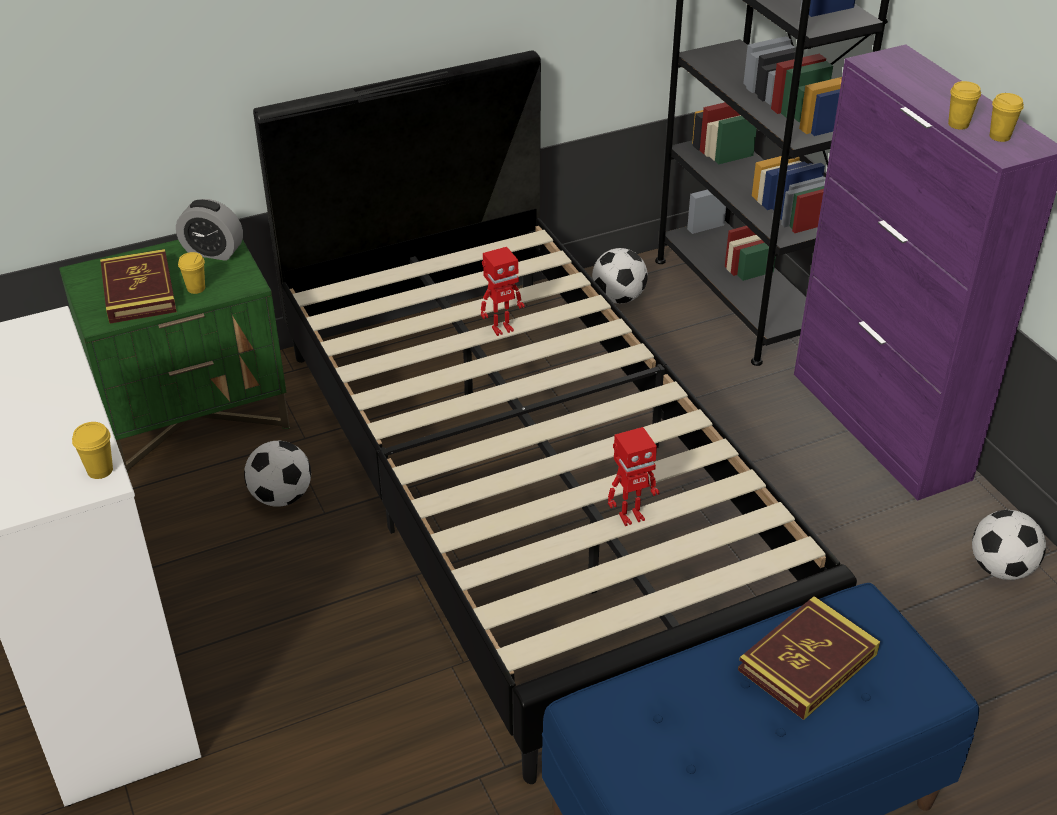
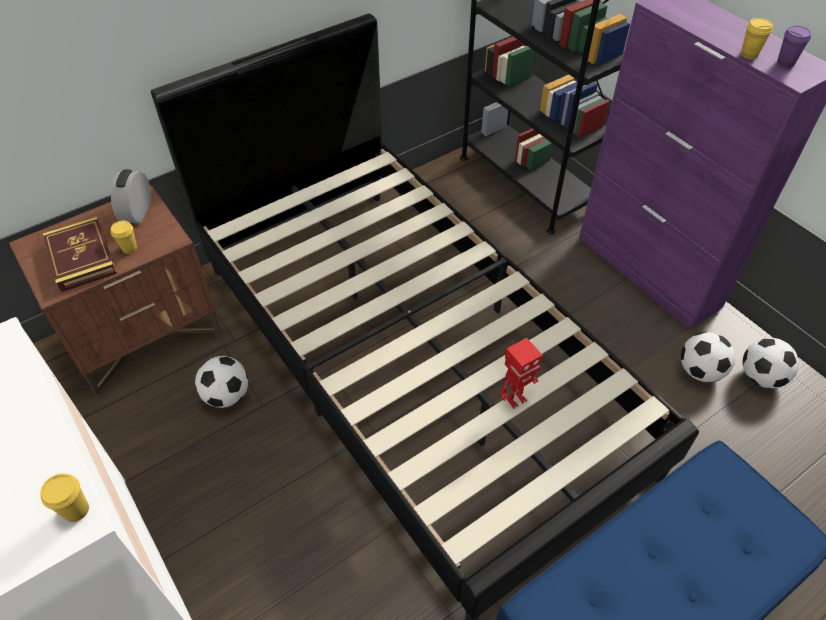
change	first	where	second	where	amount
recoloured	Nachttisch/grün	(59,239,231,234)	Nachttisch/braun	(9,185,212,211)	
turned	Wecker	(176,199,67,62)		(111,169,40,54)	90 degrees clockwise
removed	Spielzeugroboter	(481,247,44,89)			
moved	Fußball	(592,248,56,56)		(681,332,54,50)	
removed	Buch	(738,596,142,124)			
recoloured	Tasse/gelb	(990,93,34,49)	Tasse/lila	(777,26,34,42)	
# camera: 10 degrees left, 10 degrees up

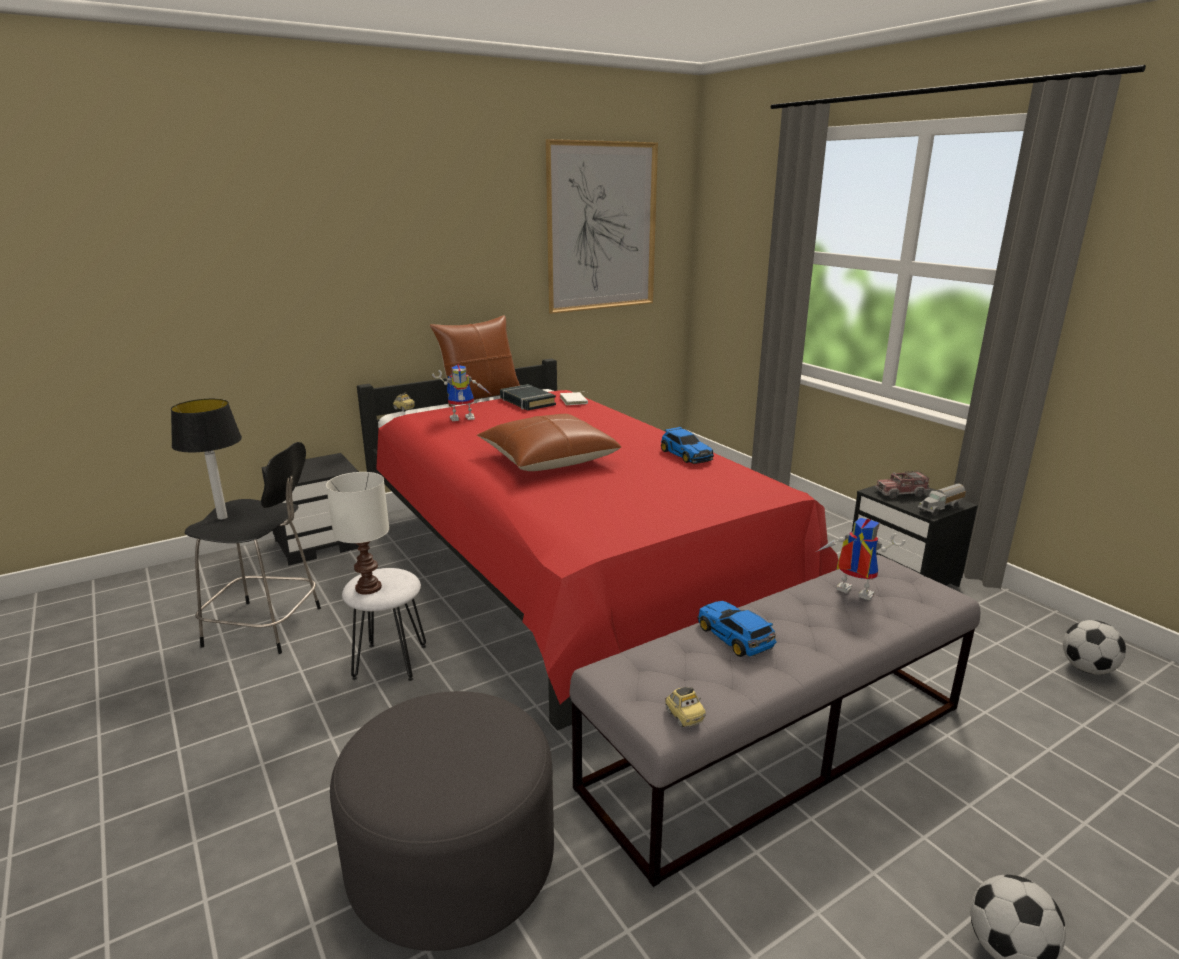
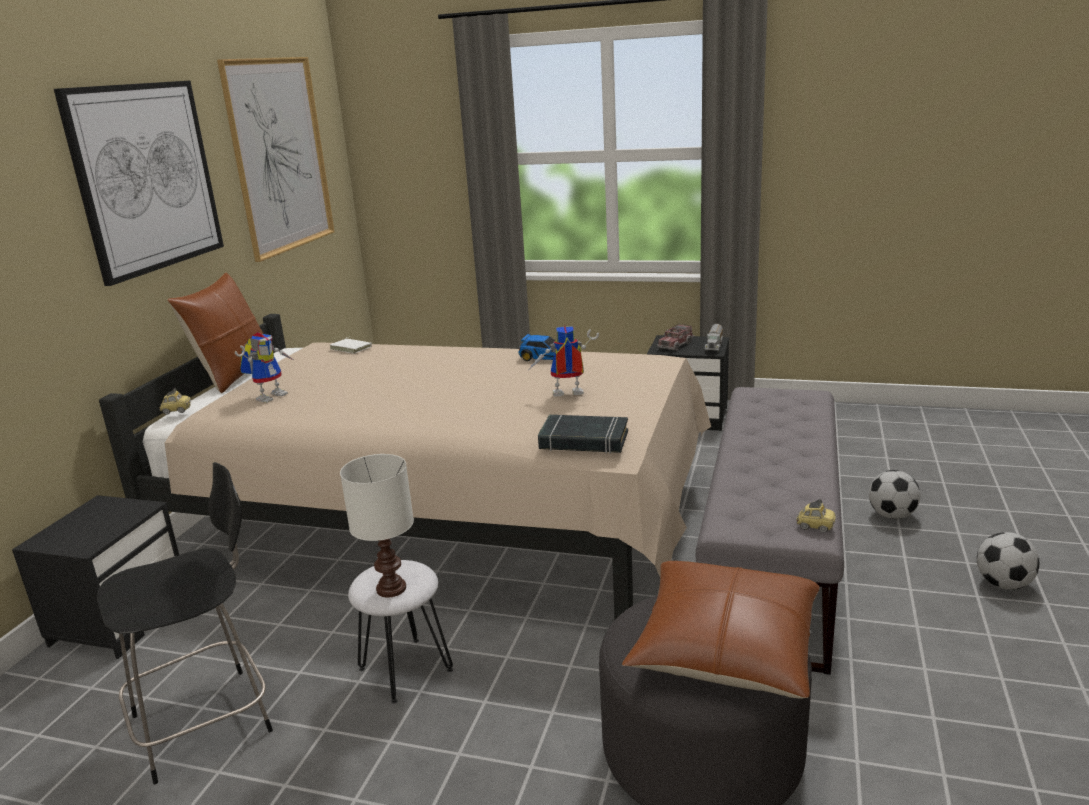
change	first	where	second	where	amount
removed	Tischlampe	(171,399,71,121)			
recoloured	Bett/rot	(357,358,481,373)	Bett/beige	(99,314,612,306)	
moved	Kissen/braun	(477,414,144,57)		(622,561,198,138)	
moved	Buch/schwarz	(500,384,56,27)		(538,415,90,39)	
removed	Spielzeugauto	(697,601,79,56)			
moved	Spielzeugroboter	(816,518,90,82)		(529,326,70,71)	
moved	Fußball	(1063,620,63,55)		(869,470,51,49)	
added			Bild	(54,81,170,205)	
# camera: 40 degrees left, 0 degrees up

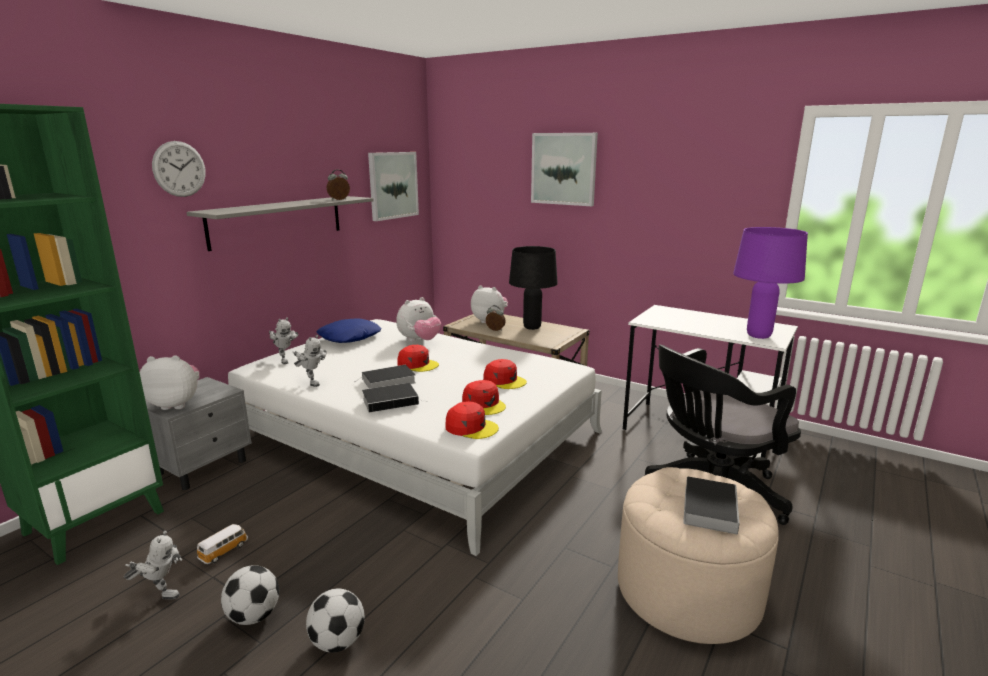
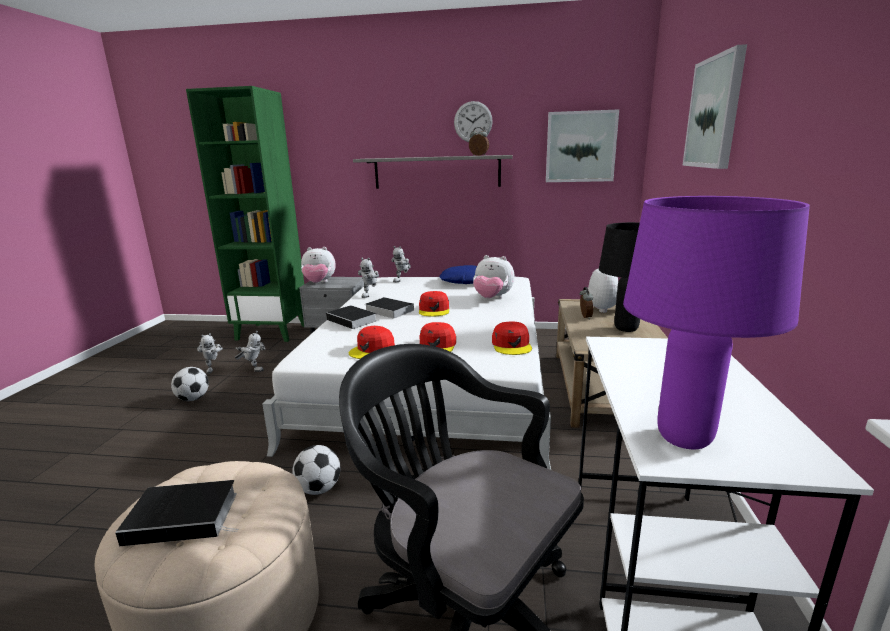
change	first	where	second	where	amount
turned	Plüschtier	(140,355,60,55)		(301,247,35,36)	120 degrees clockwise
moved	Wanduhr	(152,141,54,56)		(454,101,39,41)	
replaced	Spielzeugauto	(197,524,51,40)	Spielzeugroboter	(235,331,30,41)	
moved	Fußball	(306,589,59,64)		(292,445,48,50)	
moved	Kappe/rot	(445,401,54,38)		(492,322,40,33)	
# camera: 65 degrees right, 0 degrees up

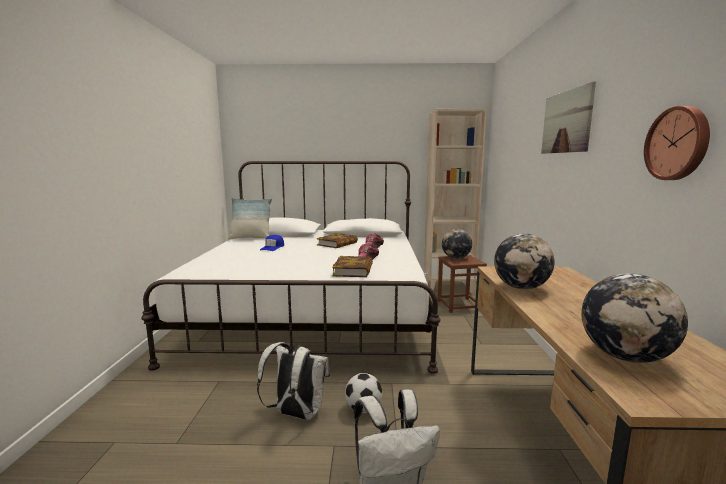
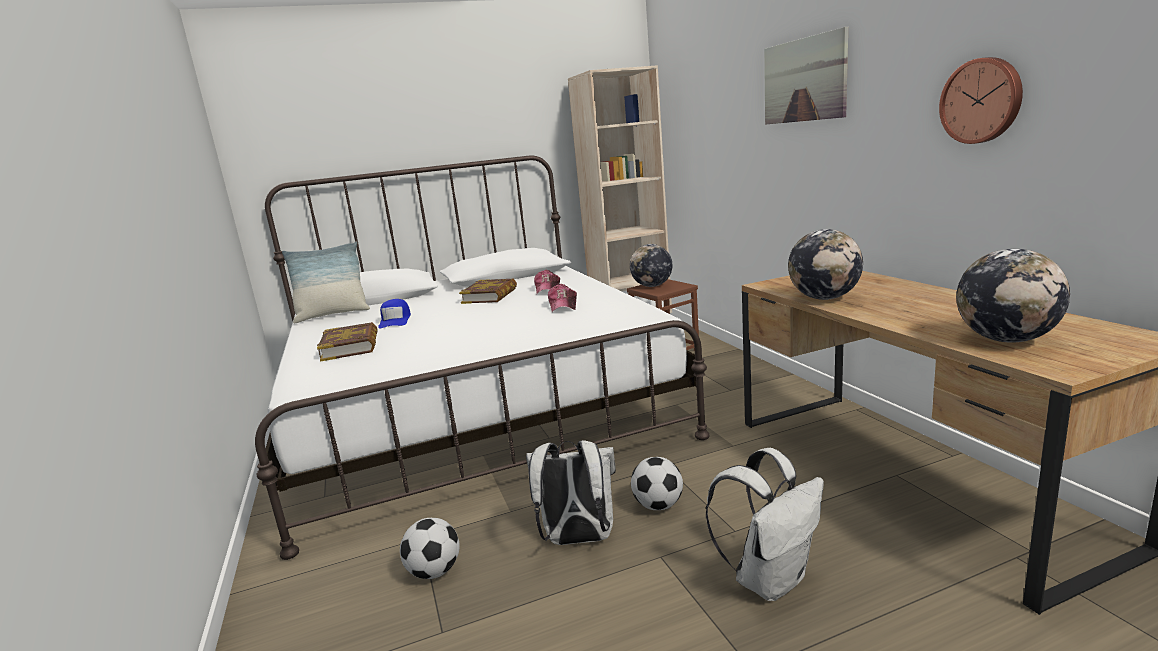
change	first	where	second	where	amount
moved	Buch	(332,256,41,21)		(317,322,61,40)	
added			Fußball	(400,518,60,61)	
# camera: 20 degrees left, 5 degrees up

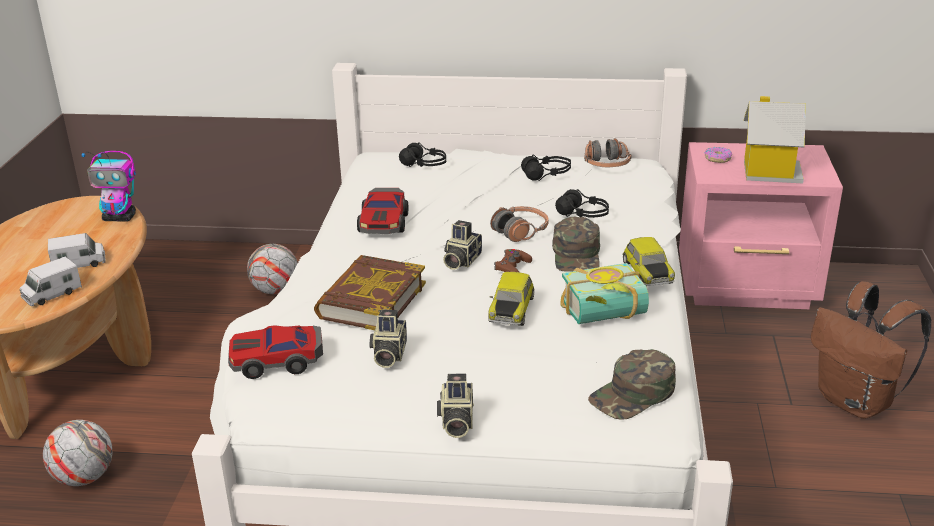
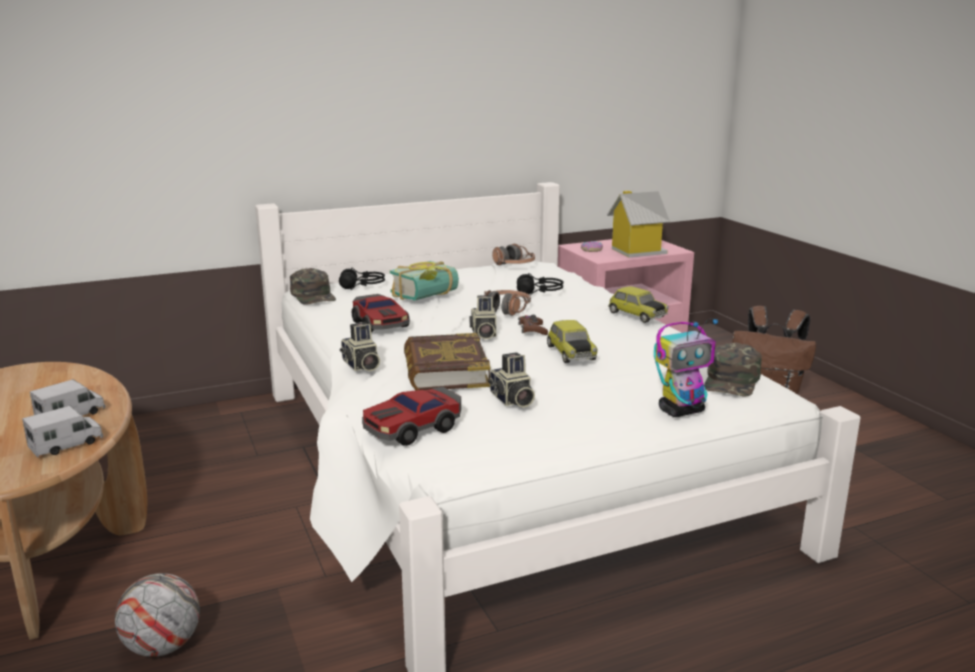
change	first	where	second	where	amount
turned	Spielzeuglaster	(20,257,62,49)		(22,406,81,52)	150 degrees counterclockwise
moved	Spielzeugroboter	(82,151,54,71)		(654,318,64,99)	
removed	Fußball	(247,244,51,50)			
moved	Kamera	(437,374,37,64)		(340,322,40,49)	
removed	Kopfhörer/schwarz	(521,155,50,26)			
moved	Kappe/grün	(552,217,48,54)		(290,268,46,37)	
moved	Buch	(561,263,88,61)		(390,261,69,40)	
# camera: 30 degrees left, 10 degrees down

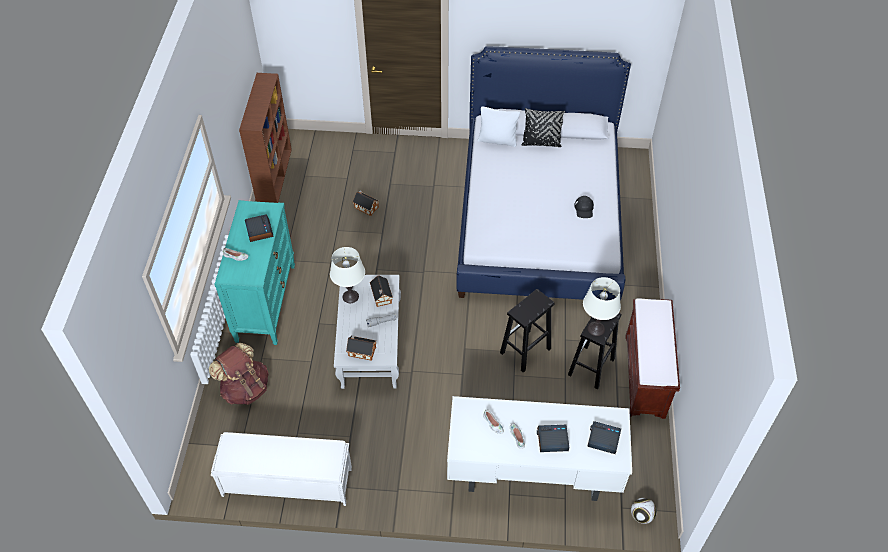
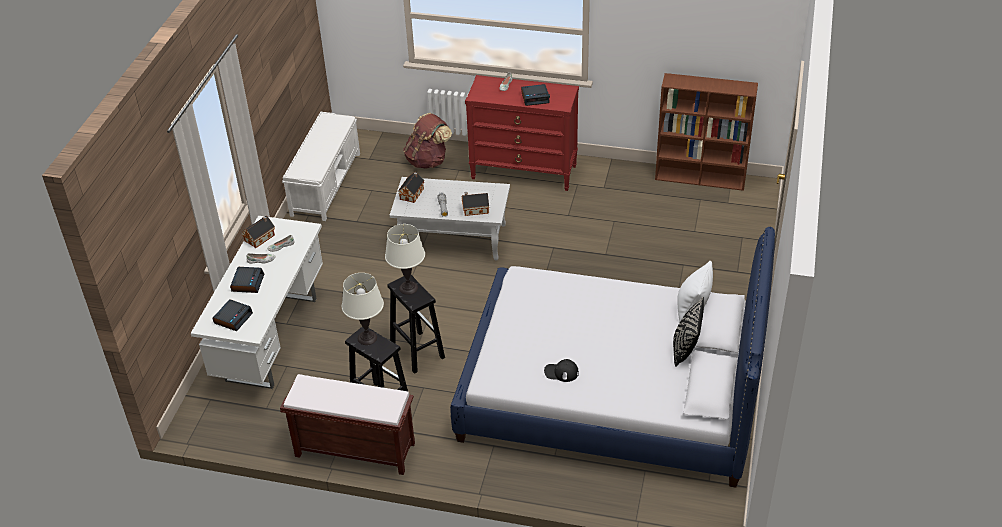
change	first	where	second	where	amount
recoloured	Kommode/türkis	(214,200,81,145)	Kommode/rot	(465,75,114,116)	
moved	Tischlampe/weiß	(330,247,35,56)		(385,224,40,71)	
moved	Spielzeughaus	(353,191,26,25)		(242,215,33,33)	
removed	Fußball	(631,498,26,26)			
# camera: 100 degrees right, 10 degrees down

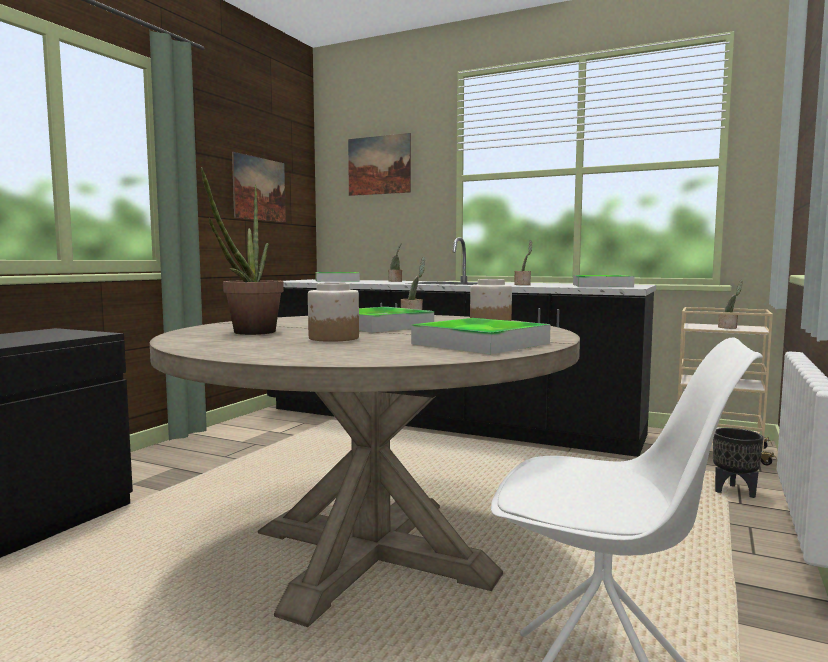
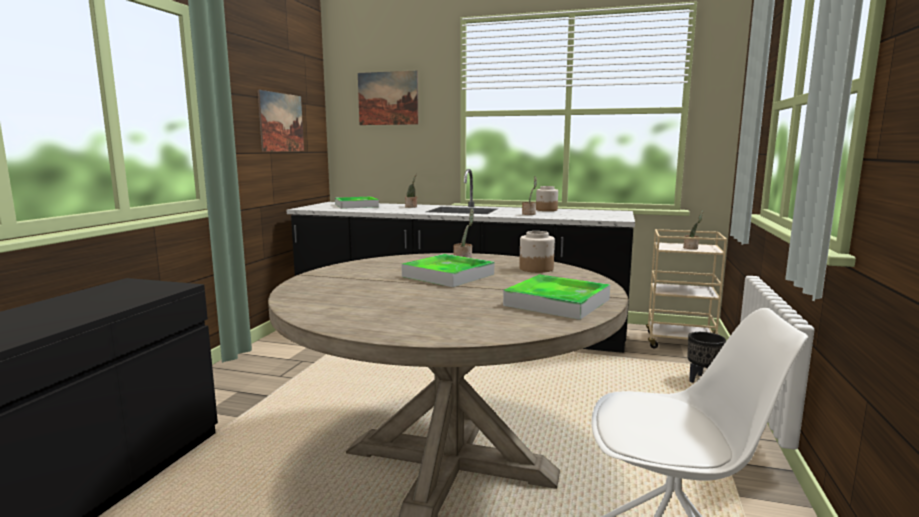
change	first	where	second	where	amount
removed	Topfpflanze	(201,167,83,168)			
moved	Vorratsglas	(308,283,51,59)		(536,186,22,25)	
removed	Tablett	(573,275,61,12)			
# camera: 10 degrees left, 5 degrees up

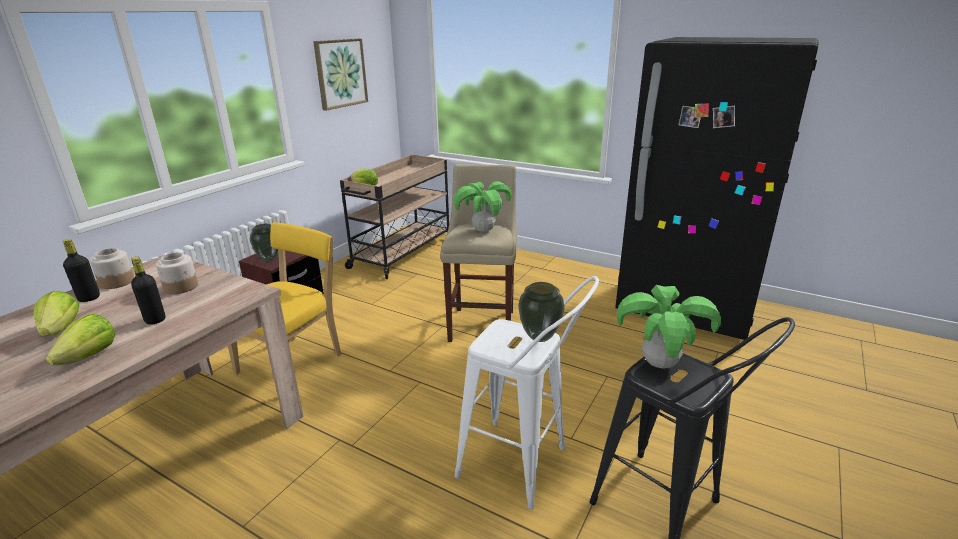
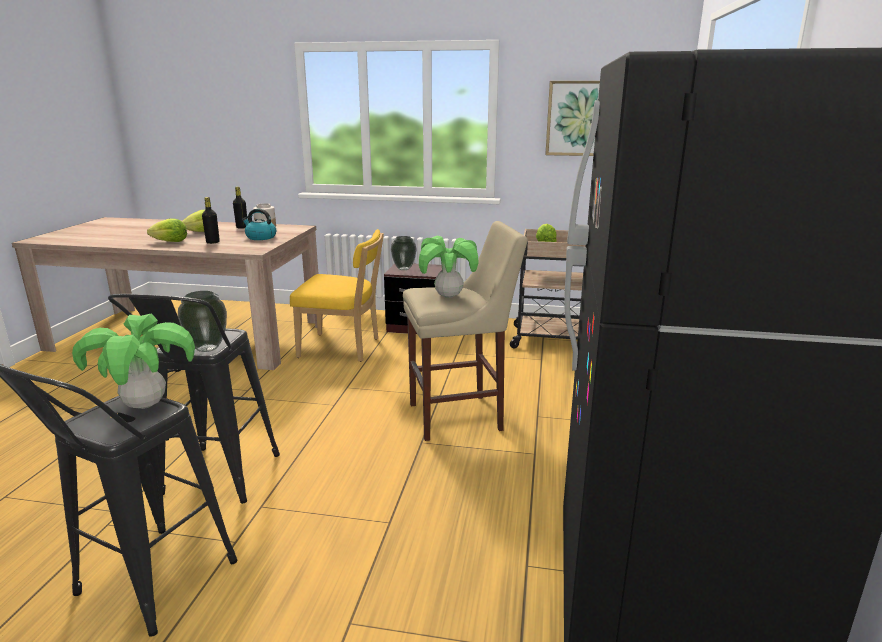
change	first	where	second	where	amount
replaced	Vorratsglas	(156,252,42,42)	Wasserkessel	(242,209,34,31)	
recoloured	Hocker/weiß	(454,276,145,233)	Hocker/schwarz	(108,294,172,210)	
# camera: 70 degrees right, 5 degrees down

